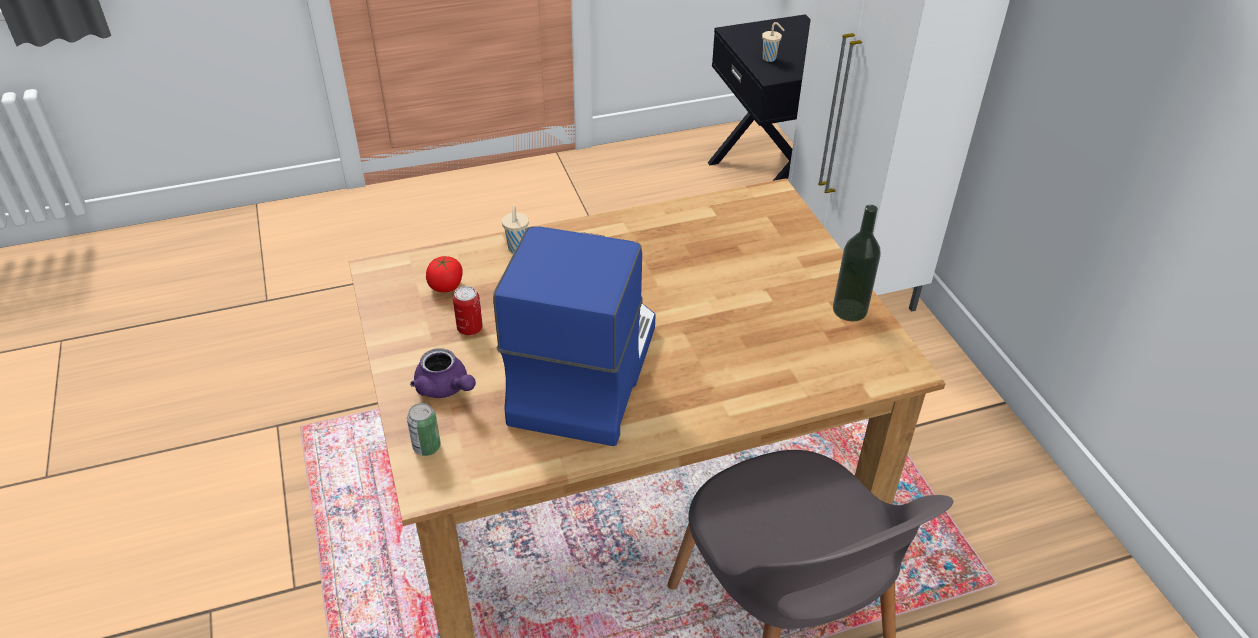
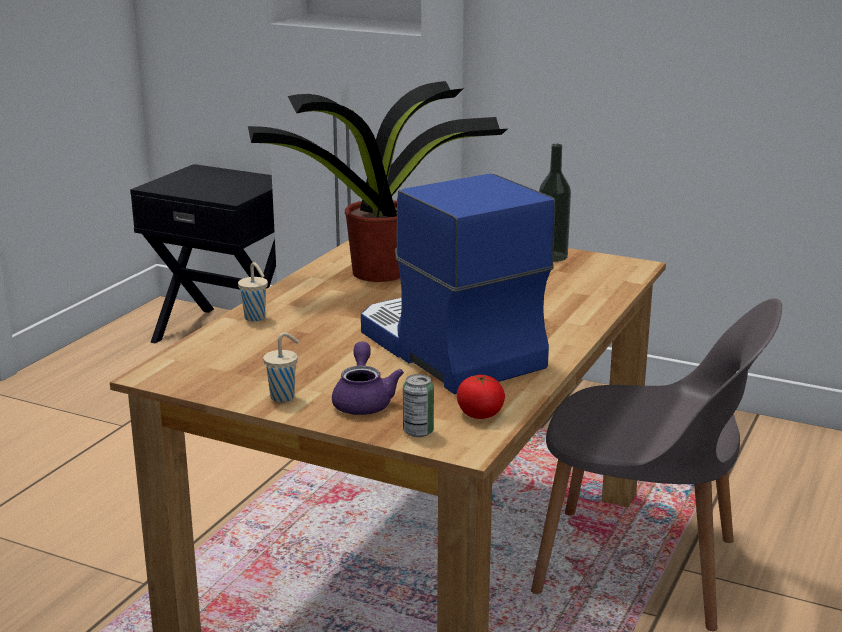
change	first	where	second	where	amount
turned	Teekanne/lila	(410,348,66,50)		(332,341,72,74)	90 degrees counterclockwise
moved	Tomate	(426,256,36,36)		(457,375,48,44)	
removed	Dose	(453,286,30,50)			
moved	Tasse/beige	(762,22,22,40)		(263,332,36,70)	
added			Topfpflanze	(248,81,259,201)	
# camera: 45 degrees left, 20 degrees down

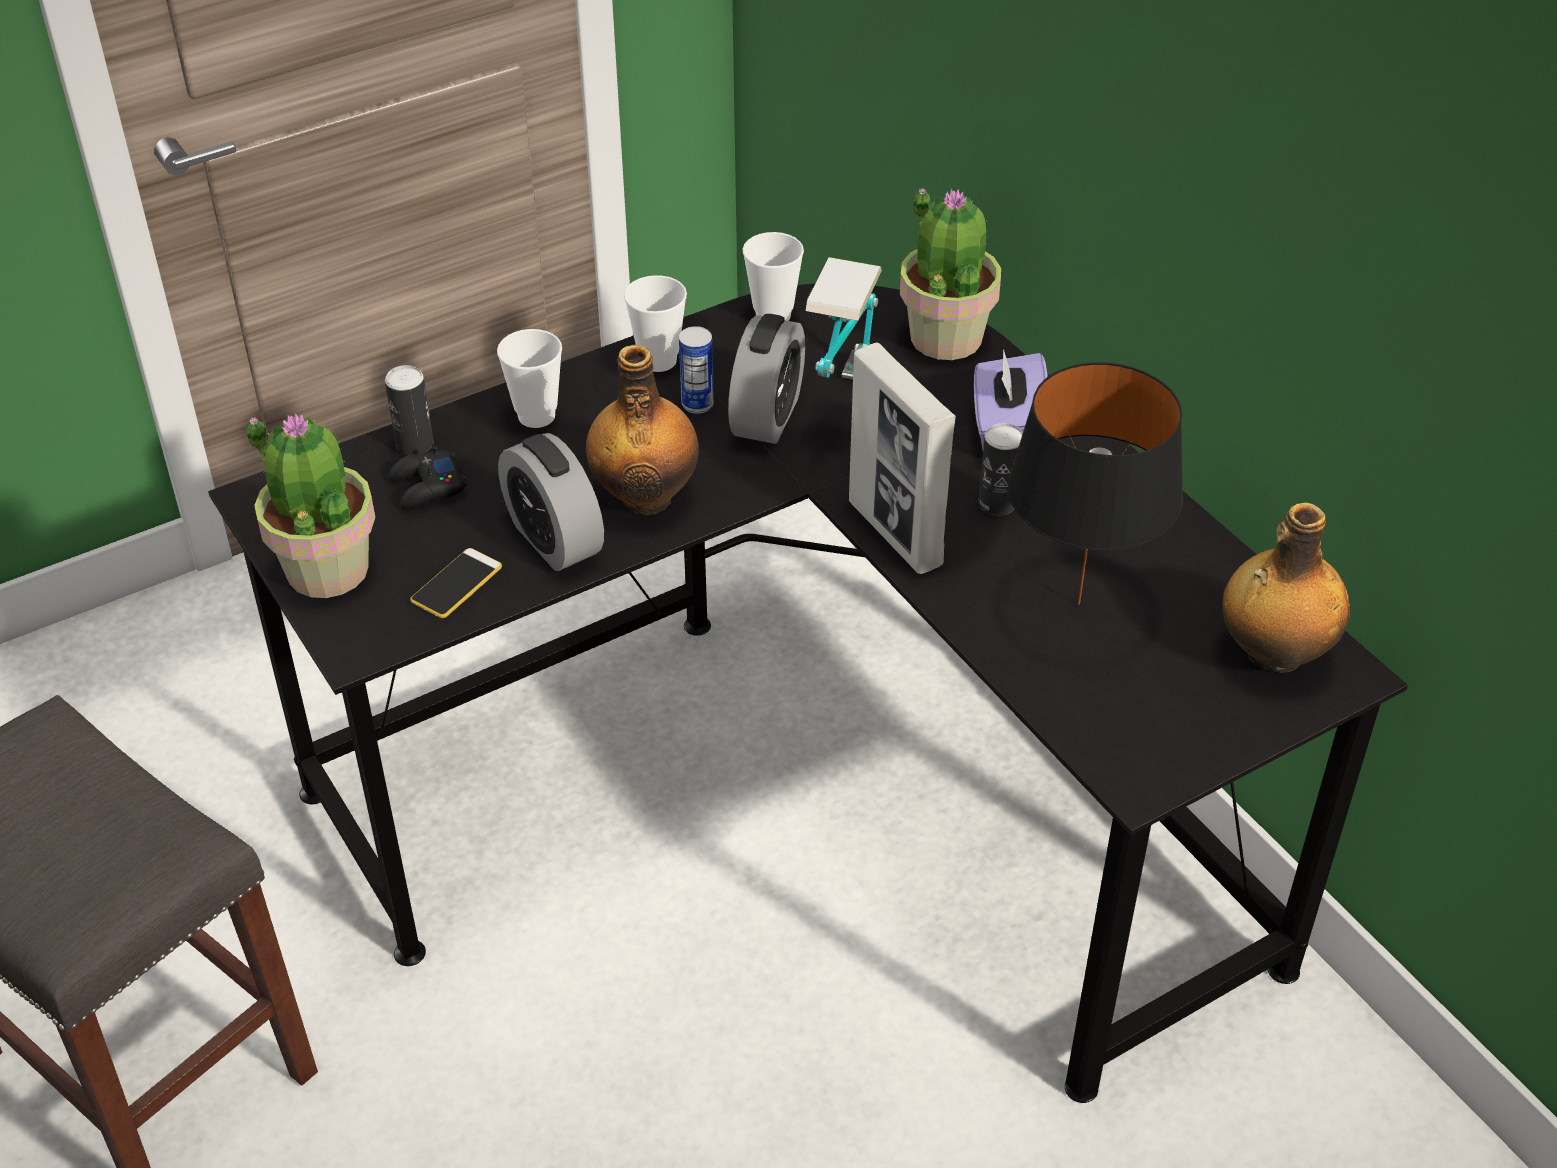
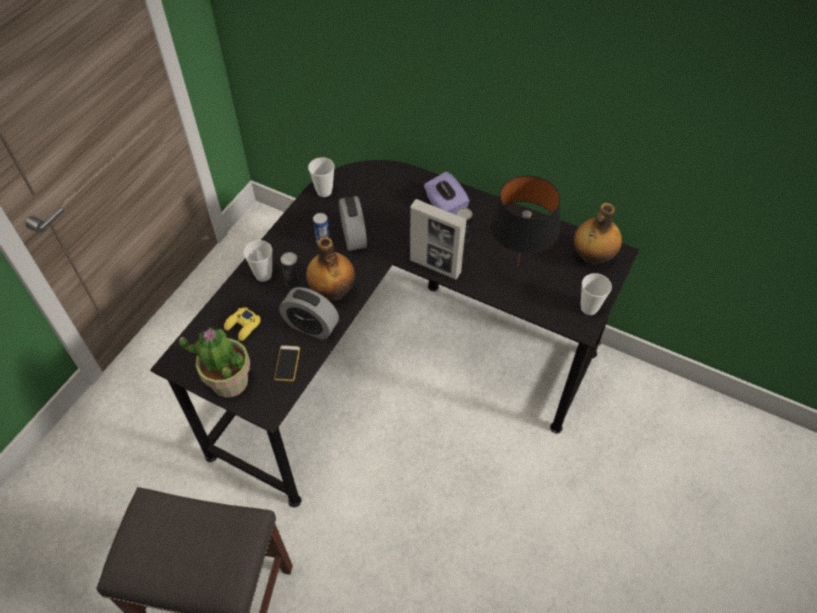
change	first	where	second	where	amount
moved	Dose	(385,365,49,90)		(280,252,22,36)	
recoloured	Gamepad/schwarz	(389,446,78,64)	Gamepad/gelb	(224,307,37,34)	
moved	Tasse	(624,275,63,97)		(581,273,31,42)	
removed	Tischlampe	(805,257,77,122)			
removed	Topfpflanze	(900,188,101,172)			
# camera: 30 degrees left, 10 degrees up

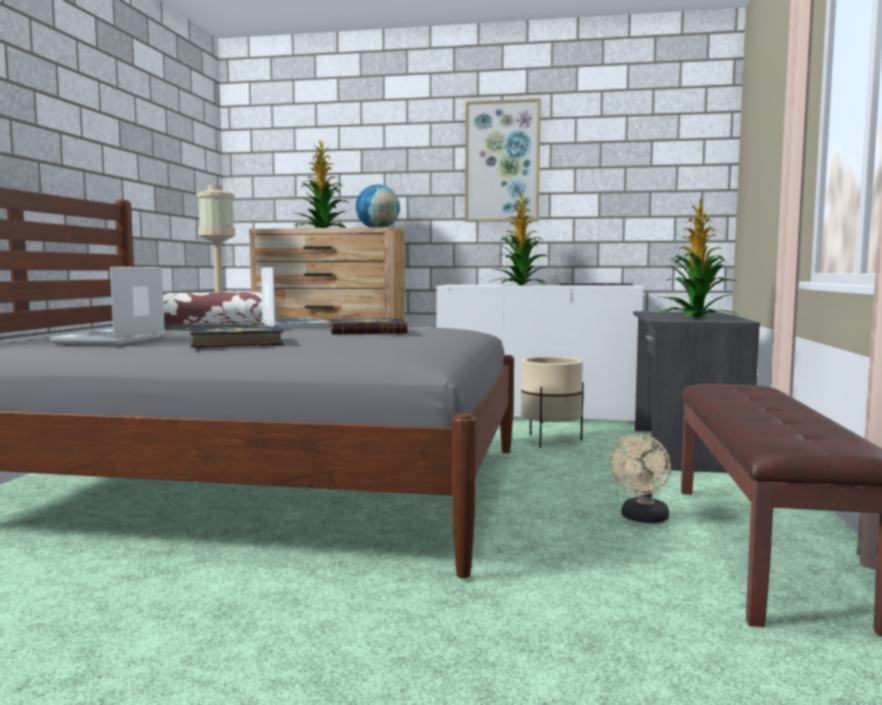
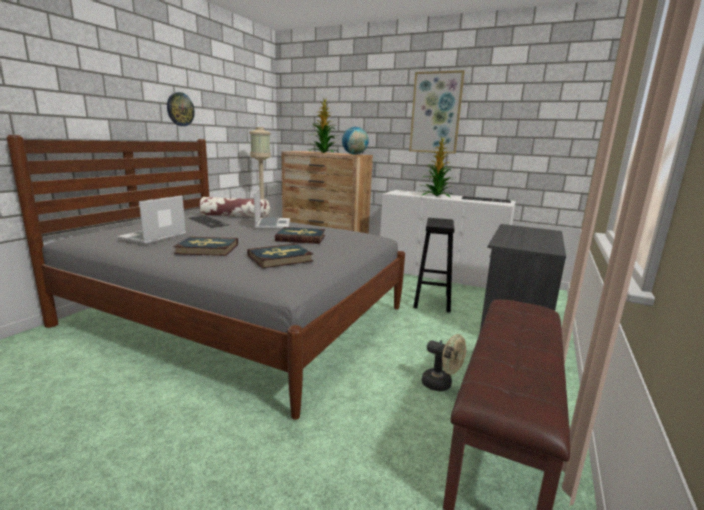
change	first	where	second	where	amount
replaced	Pflanzkübel/beige	(521,357,62,91)	Hocker/schwarz	(413,218,42,94)	
turned	Ventilator/beige	(609,434,62,89)		(422,334,44,57)	105 degrees counterclockwise
removed	Topfpflanze	(658,198,81,120)			
added			Wanduhr	(167,92,28,34)	
added			Buch	(247,244,66,24)	
# camera: 15 degrees right, 10 degrees up

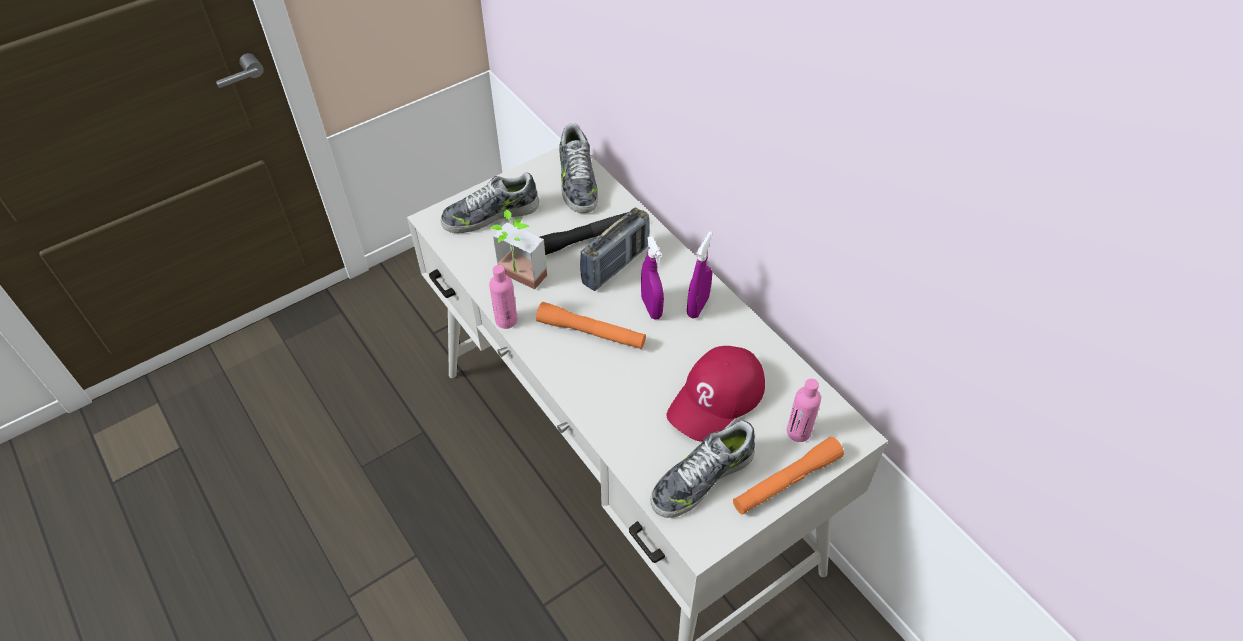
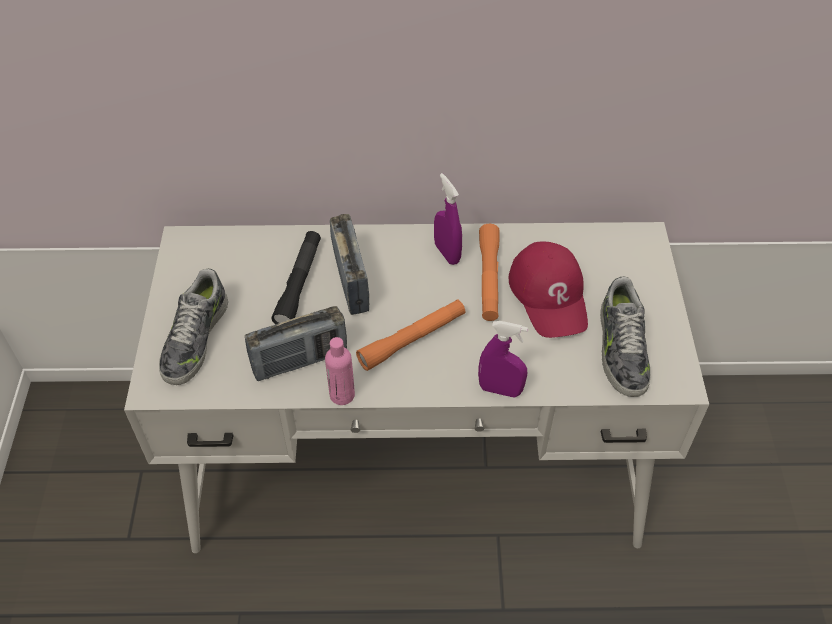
change	first	where	second	where	amount
replaced	Topfpflanze	(490,210,57,80)	Radio	(245,306,102,75)	
removed	Schuh	(559,123,39,90)			
moved	Sprühflasche/lila	(641,236,23,84)		(478,321,50,76)	
moved	Taschenlampe/orange	(733,437,111,78)		(479,224,21,97)	
removed	Flasche/rosa	(787,379,34,63)			
# camera: 55 degrees left, 0 degrees up

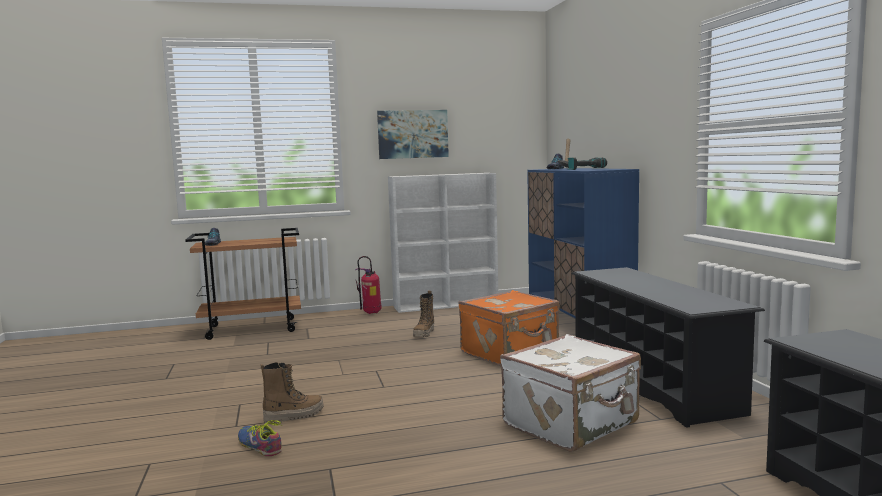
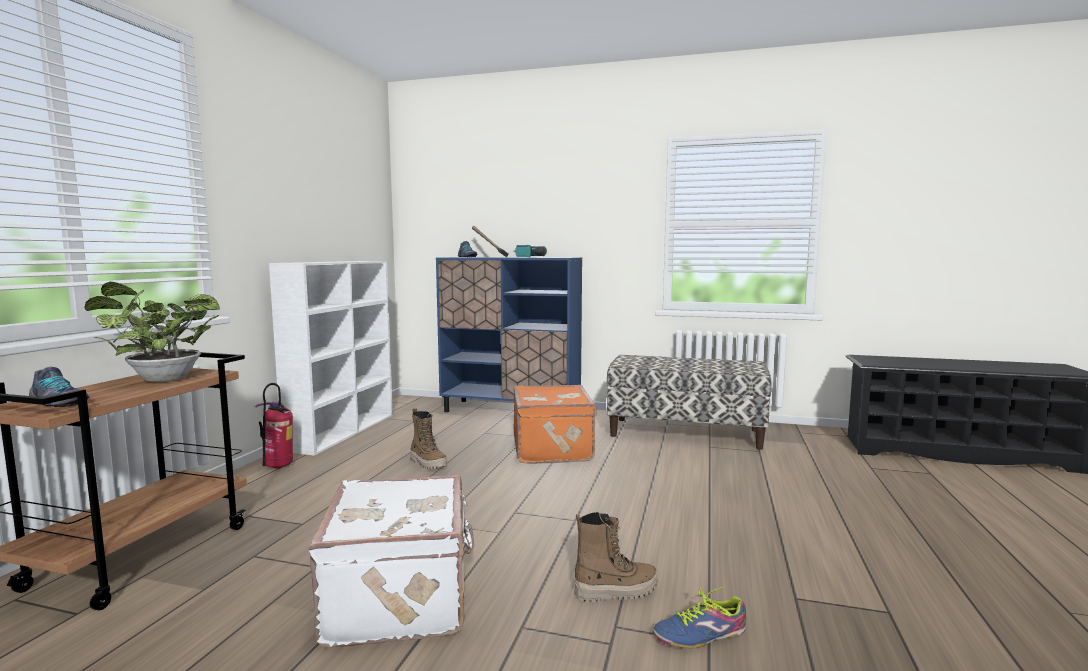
change	first	where	second	where	amount
turned	Stiefel	(260,362,64,61)		(574,512,83,90)	75 degrees clockwise
removed	Bild	(377,110,72,49)			
moved	Koffer/weiß	(500,334,141,118)		(309,475,165,172)	
replaced	Schuhregal/schwarz	(571,267,194,161)	Bank	(607,355,165,95)	
added			Topfpflanze	(84,282,136,100)	
# camera: 60 degrees left, 0 degrees up

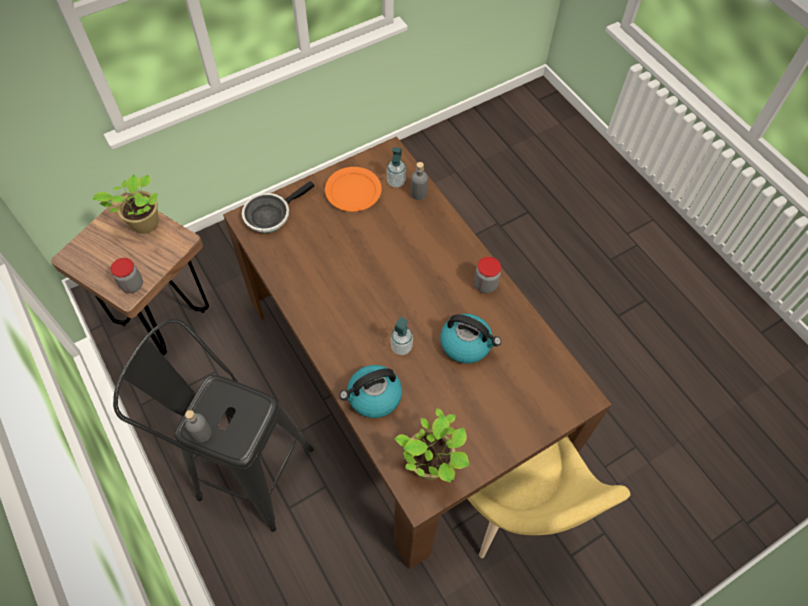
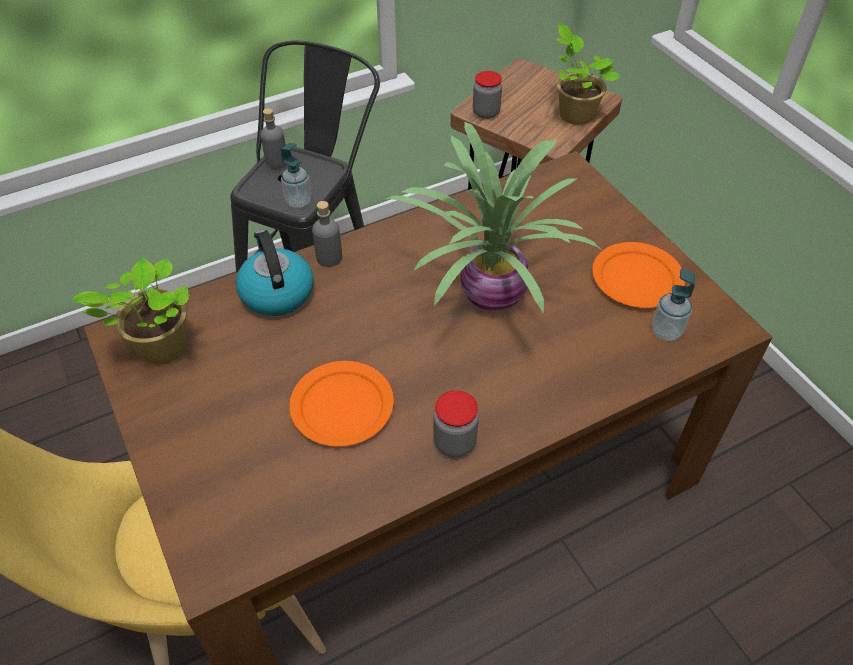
change	first	where	second	where	amount
removed	Pfanne	(242,181,72,52)			
moved	Seifenspender	(391,317,22,38)		(281,143,31,65)	
moved	Flasche/grau	(411,162,17,38)		(312,201,30,66)	
replaced	Wasserkessel	(440,314,61,50)	Teller/orange	(289,361,105,86)	
added			Topfpflanze	(385,122,215,192)	
# camera: 95 degrees right, 10 degrees down

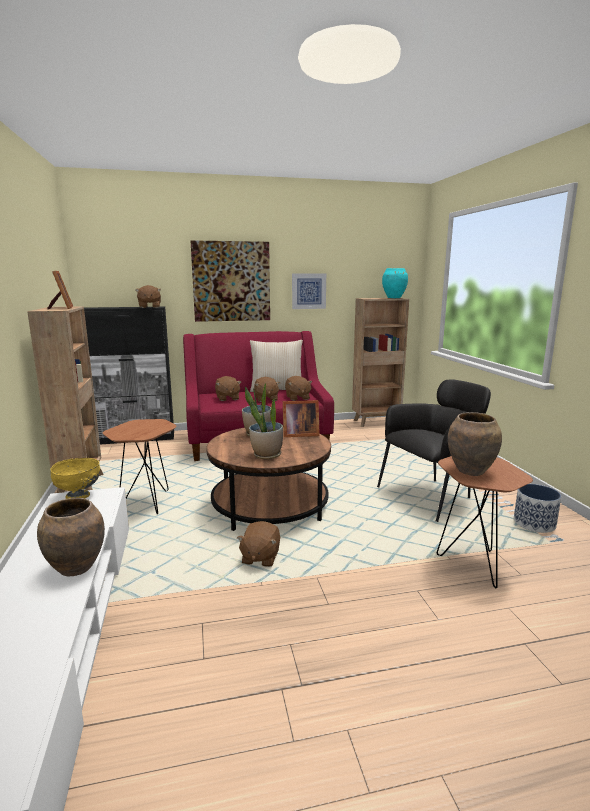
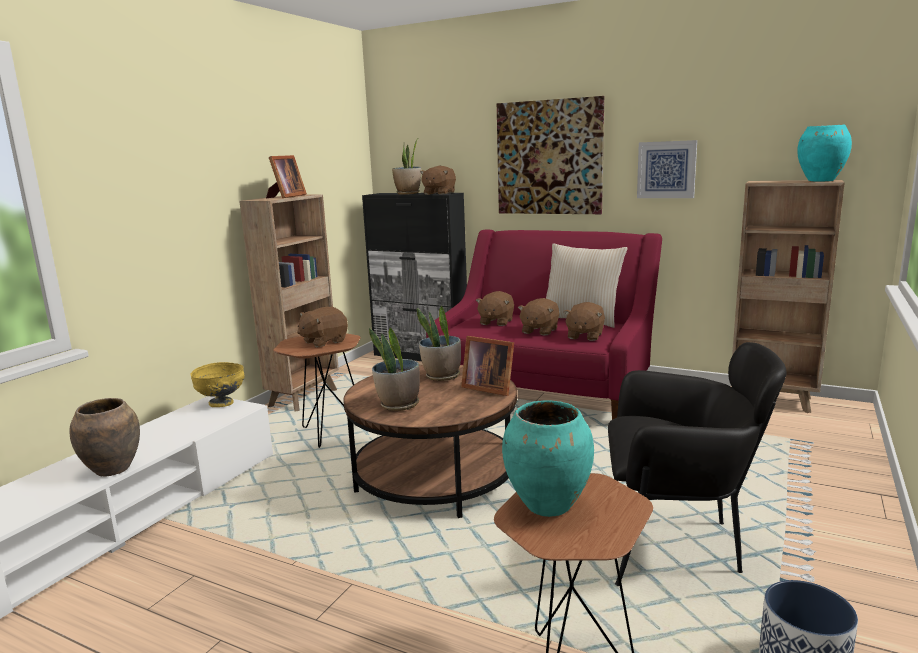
change	first	where	second	where	amount
moved	Plüschtier/braun	(237,521,43,46)		(297,307,51,40)	
recoloured	Vase/braun	(448,412,54,64)	Vase/türkis	(502,400,92,117)	
added			Topfpflanze	(392,139,29,56)	
# camera: 40 degrees right, 0 degrees up

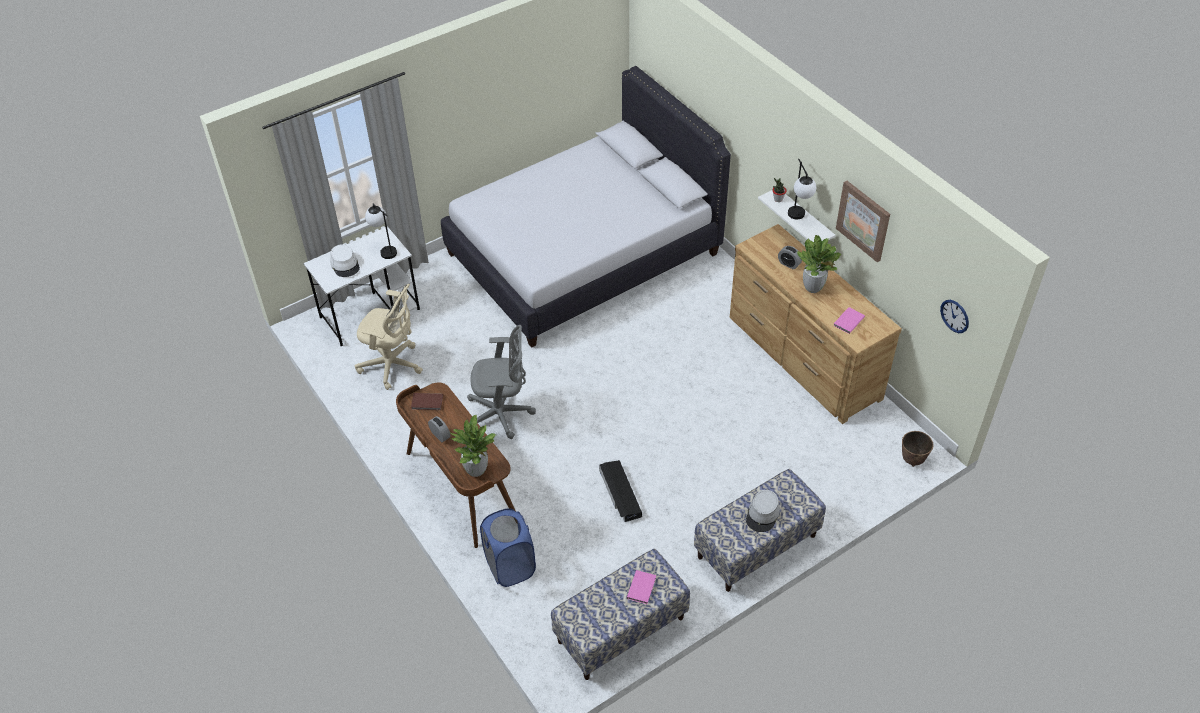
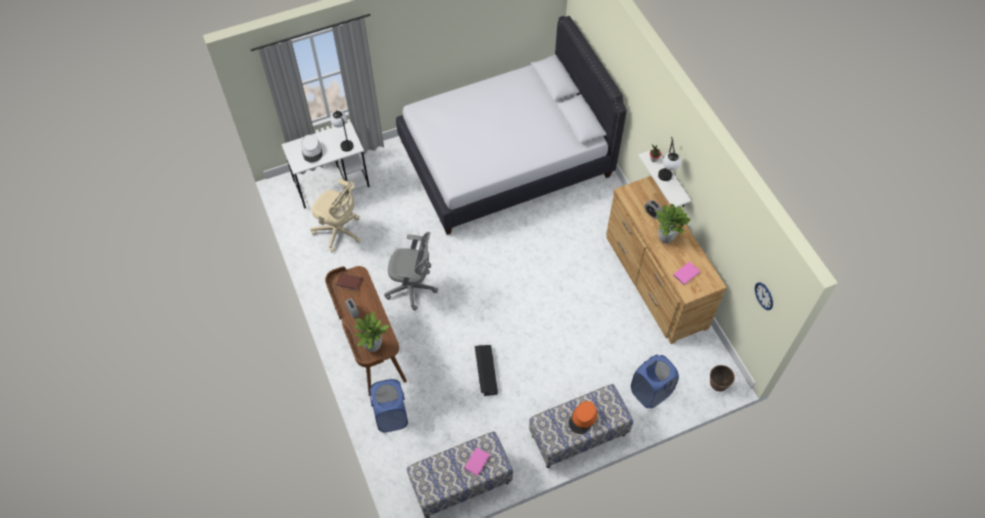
change	first	where	second	where	amount
recoloured	Hut/grau	(746,490,34,42)	Hut/orange	(569,401,28,33)	
removed	Bild	(836,181,54,81)			
added			Wäschekorb/blau	(631,355,48,54)	
# camera: 10 degrees right, 10 degrees up

